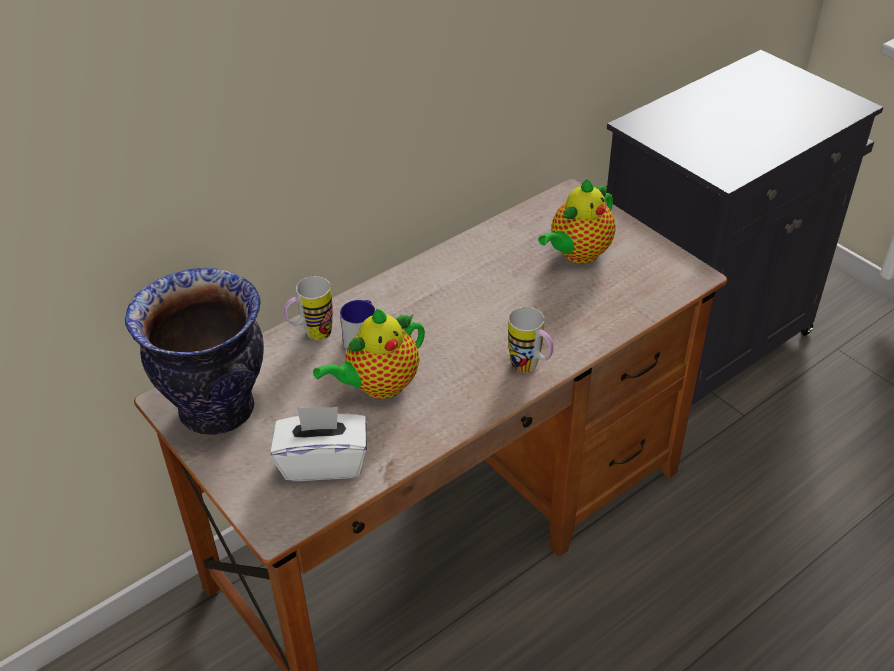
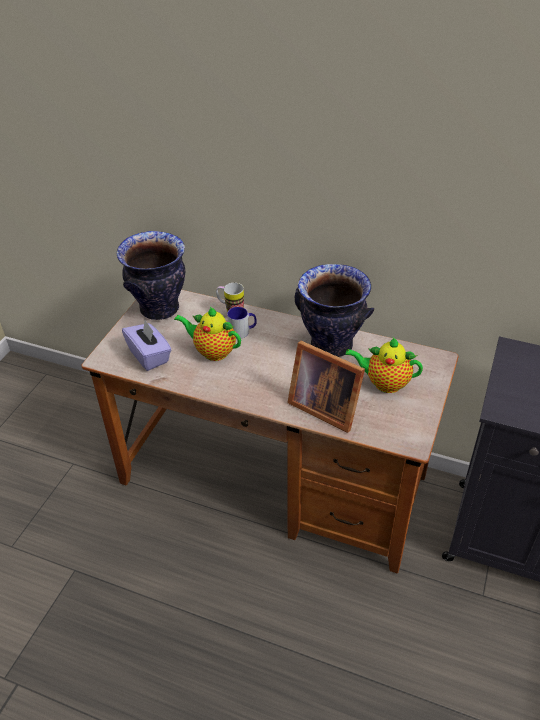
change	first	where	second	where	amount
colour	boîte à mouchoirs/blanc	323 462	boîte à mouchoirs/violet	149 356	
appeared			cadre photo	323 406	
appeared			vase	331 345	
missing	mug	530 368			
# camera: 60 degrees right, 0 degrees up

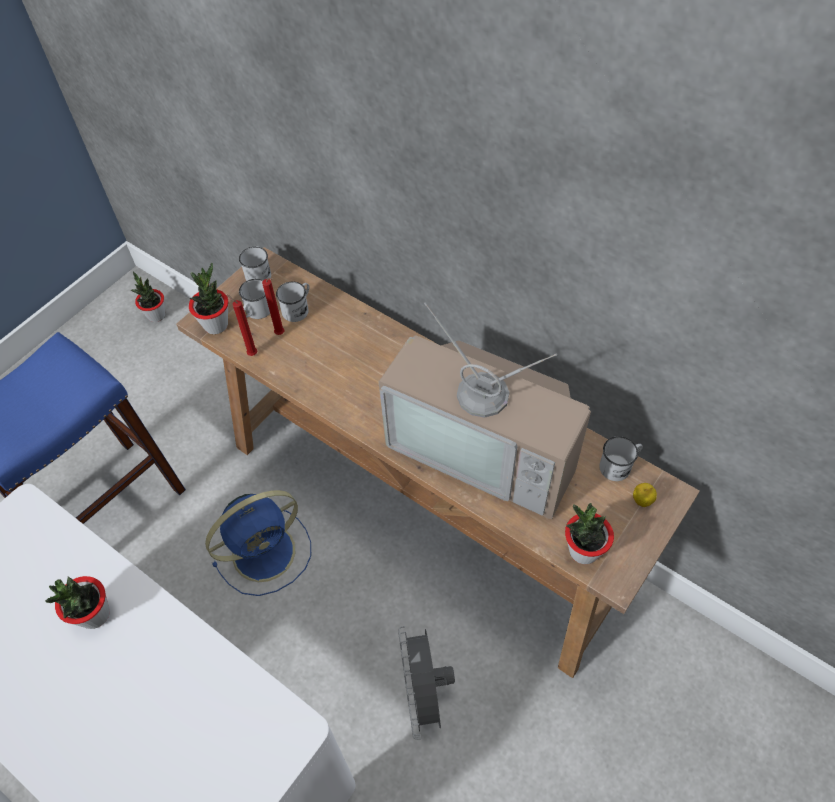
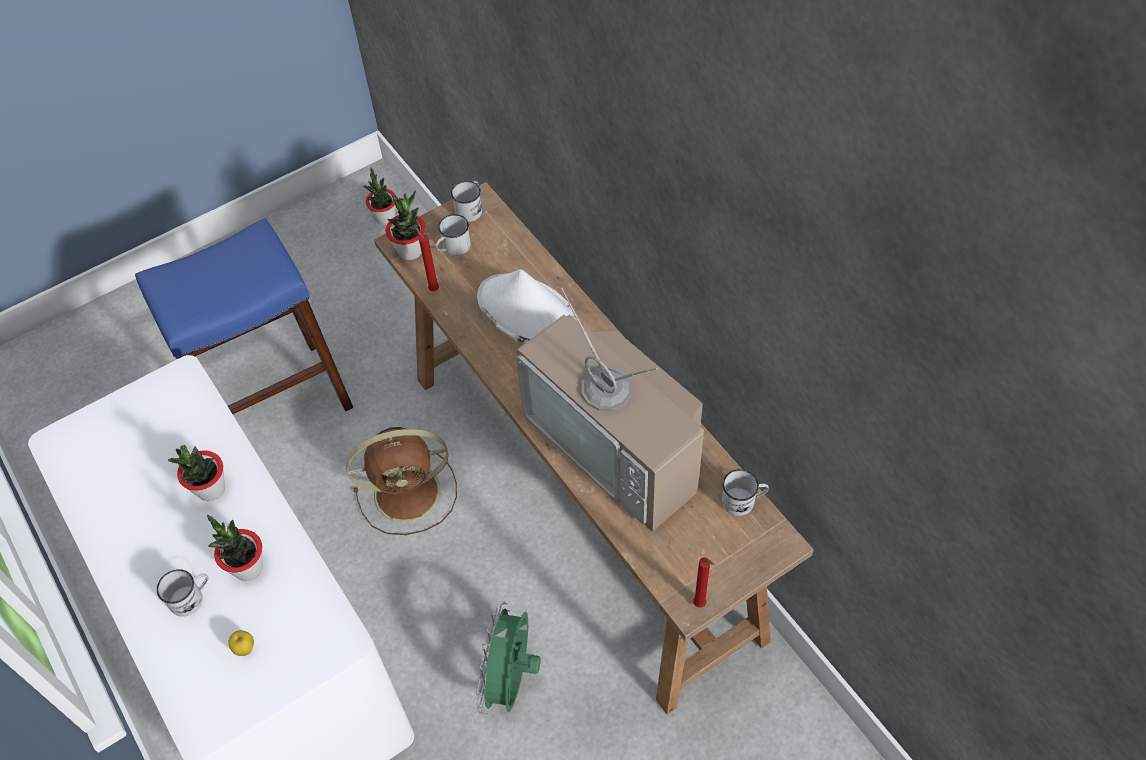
change	first	where	second	where	amount
relocated	mug/blanc	298 309		191 598	
relocated	plante en pot	583 551		248 568	
relocated	pomme	642 501		245 648	
colour	ventilateur/bleu	266 550	ventilateur/marron	410 492	
colour	ventilateur/gris	424 694	ventilateur/vert	511 680	
appeared			chapeau/blanc	527 313	
relocated	bougie/rouge	281 334		701 605	
# camera: 20 degrees right, 0 degrees up

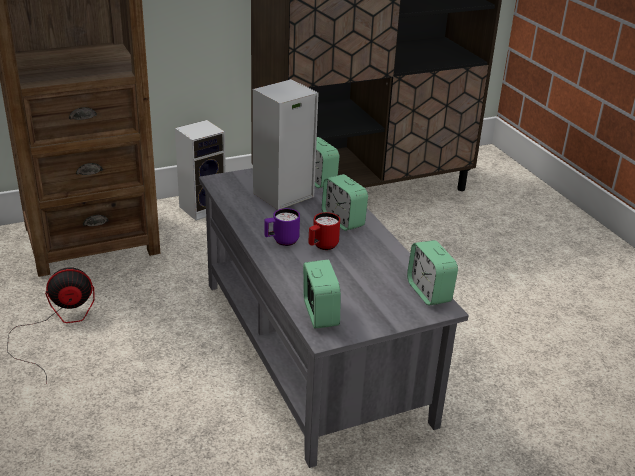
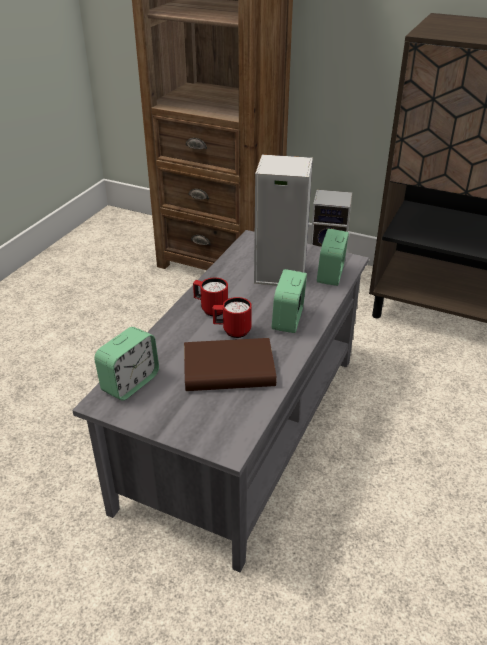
change	first	where	second	where	amount
appeared			livre/marron	229 370	
colour	mug/violet	281 241	mug/rouge	210 309	
missing	ventilateur	57 325			
missing	réveil	429 292			
# camera: 50 degrees right, 5 degrees up

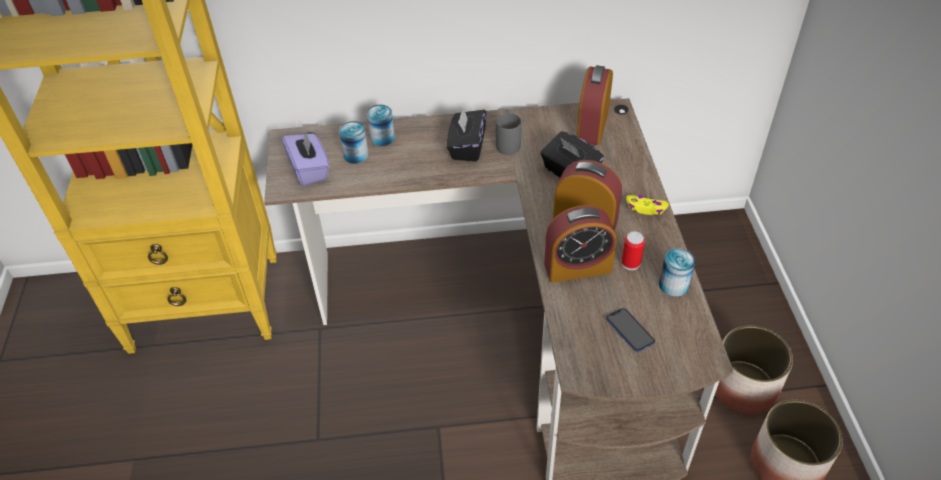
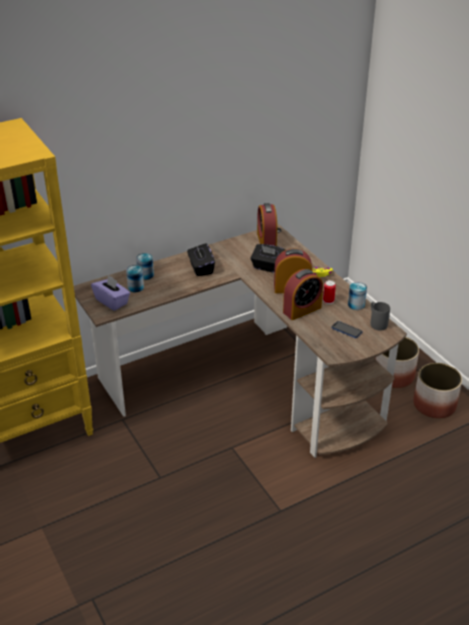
change	first	where	second	where	amount
relocated	mug/gris	508 142		376 323	
# camera: 25 degrees left, 10 degrees down

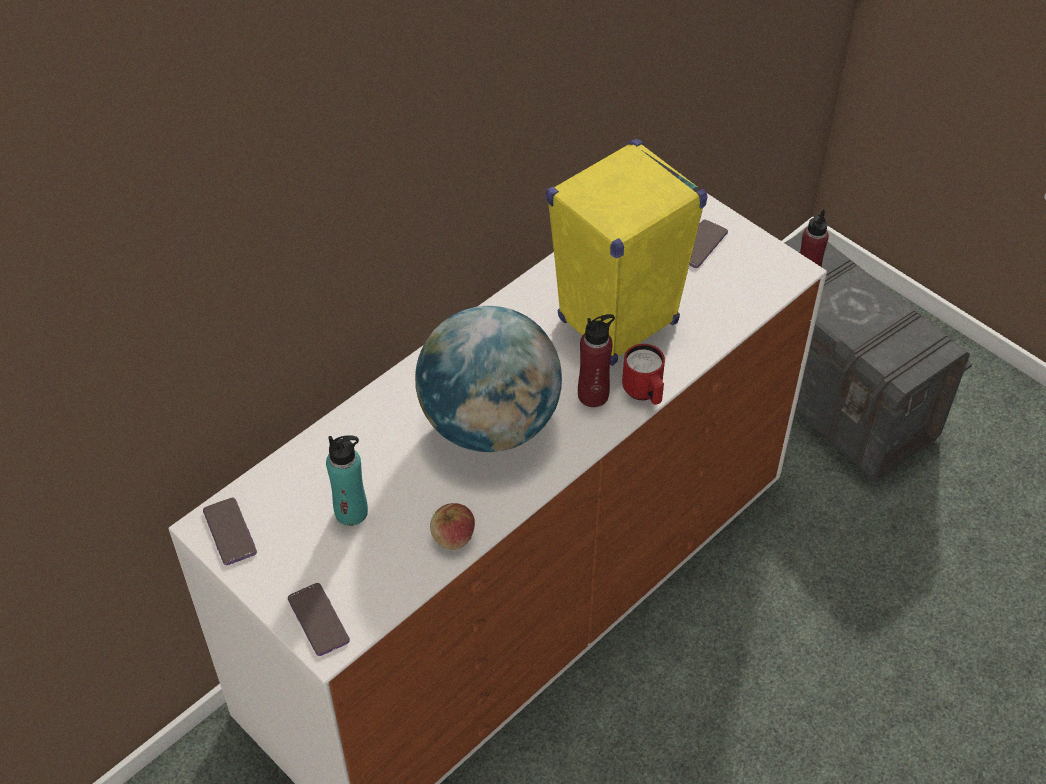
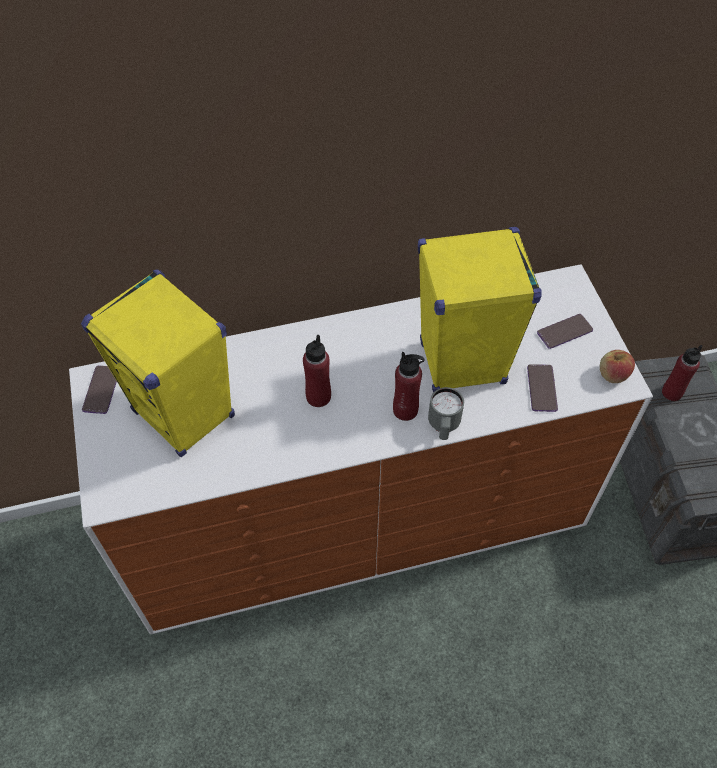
change	first	where	second	where	amount
exchanged	bouteille/turquoise	351 512	enceinte/jaune	184 414	
exchanged	globe	489 424	bouteille/rouge	318 397	
colour	mug/rouge	644 393	mug/gris	443 426	
relocated	téléphone	318 620		542 388	
relocated	pomme	453 537		613 374	
# camera: 30 degrees right, 5 degrees up

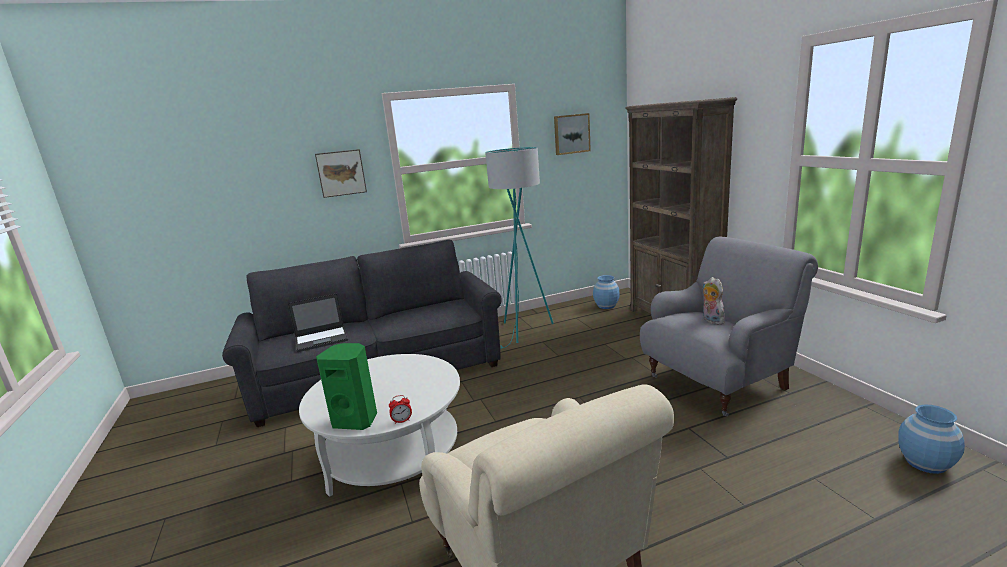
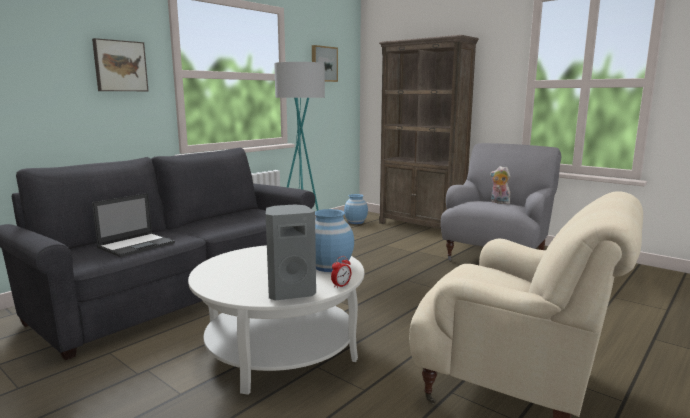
change	first	where	second	where	amount
colour	enceinte/vert	356 420	enceinte/gris	290 292	
relocated	vase/bleu	925 463		330 266	
# camera: 30 degrees left, 5 degrees down

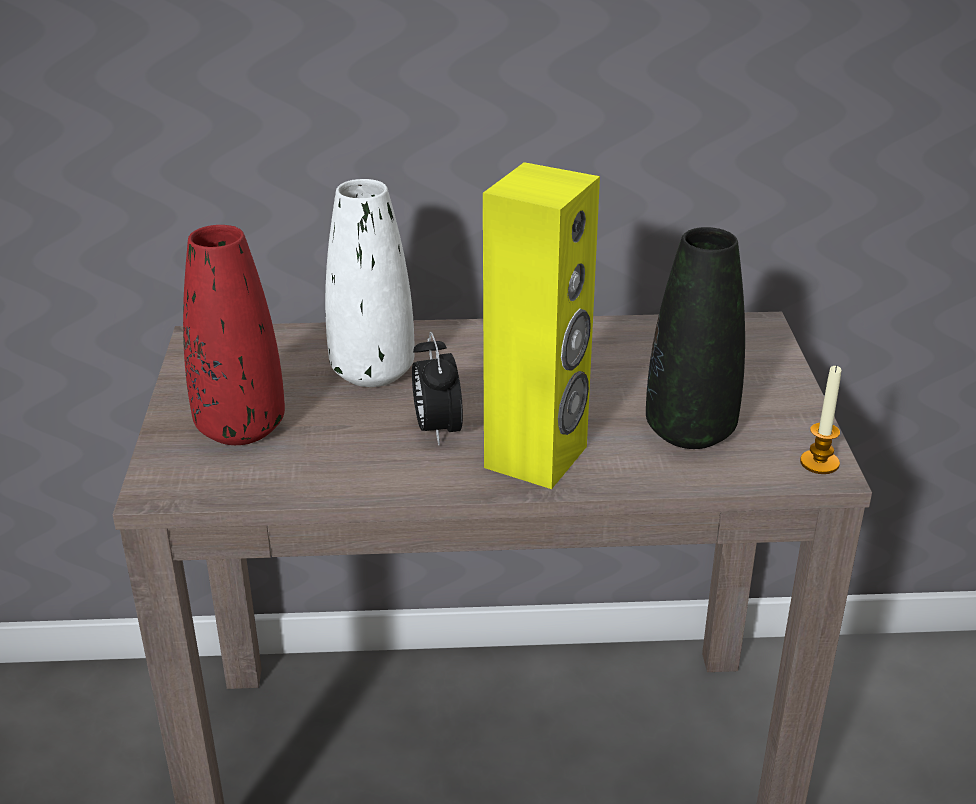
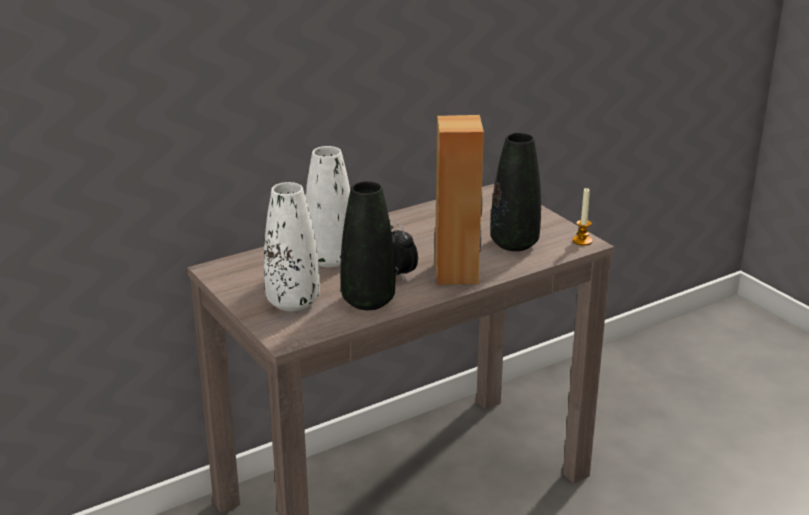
change	first	where	second	where	amount
colour	vase/rouge	241 428	vase/blanc	293 302	
appeared			vase/noir	368 301	
colour	enceinte/jaune	537 457	enceinte/marron	457 273	
# camera: 30 degrees left, 5 degrees down

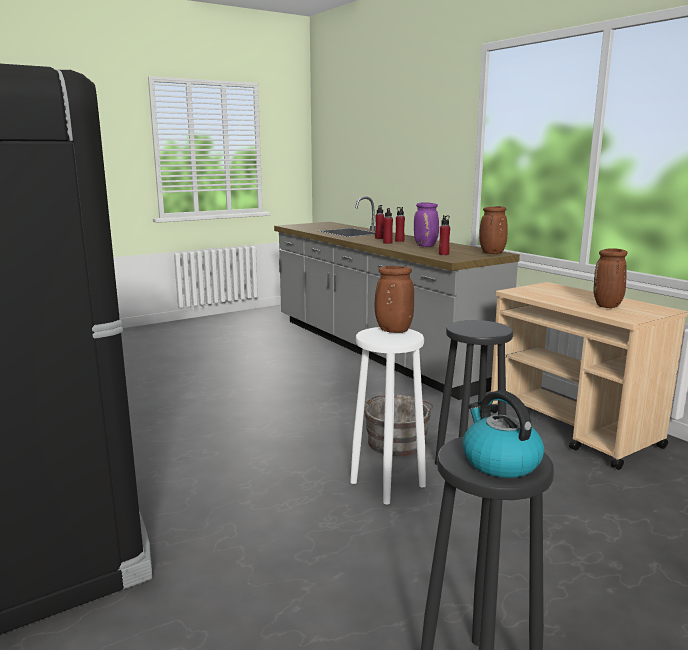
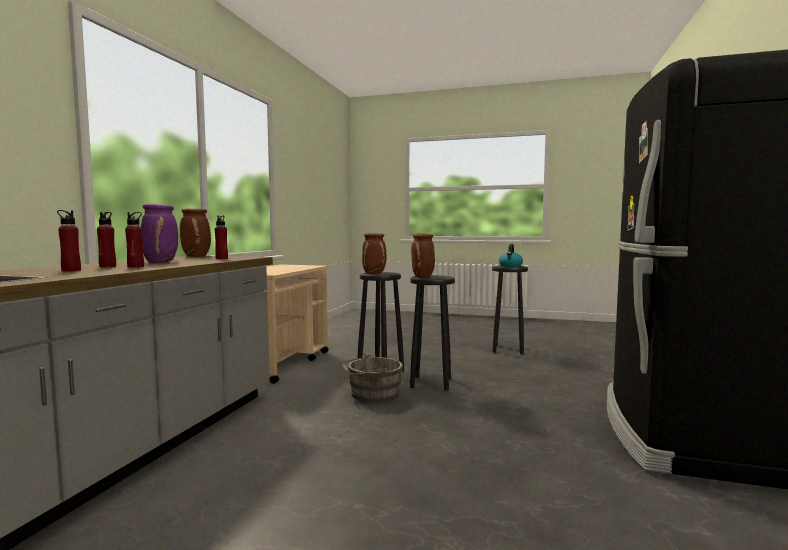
change	first	where	second	where	amount
relocated	vase/marron	607 306		374 273	
colour	tabouret/blanc	387 484	tabouret/noir	431 383	
# camera: 130 degrees left, 10 degrees down

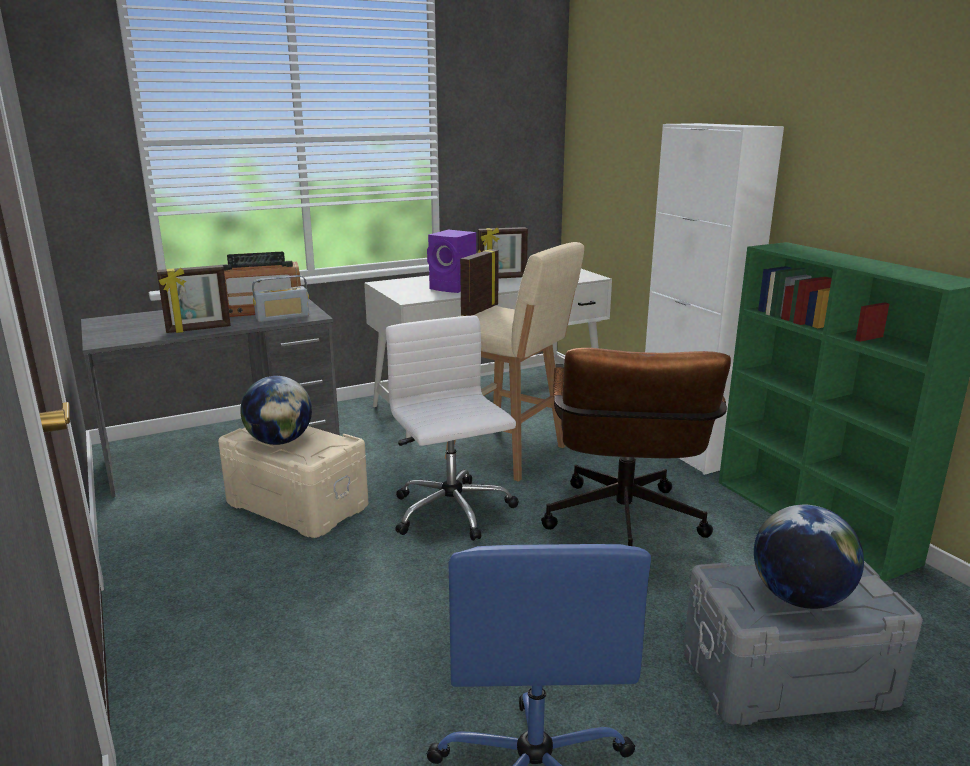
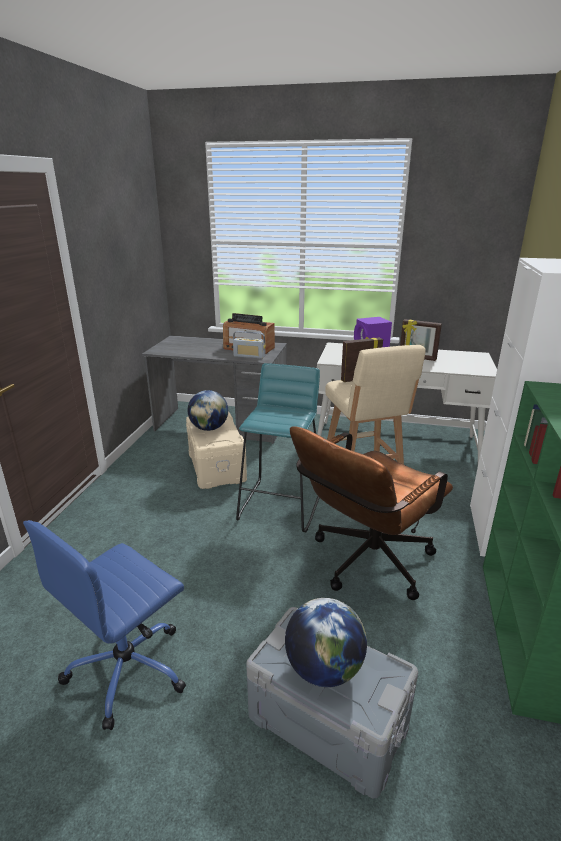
change	first	where	second	where	amount
exchanged	chaise de bureau/blanc	452 512	tabouret/turquoise	281 505	
missing	cadre photo	198 329			
# camera: 40 degrees right, 5 degrees up

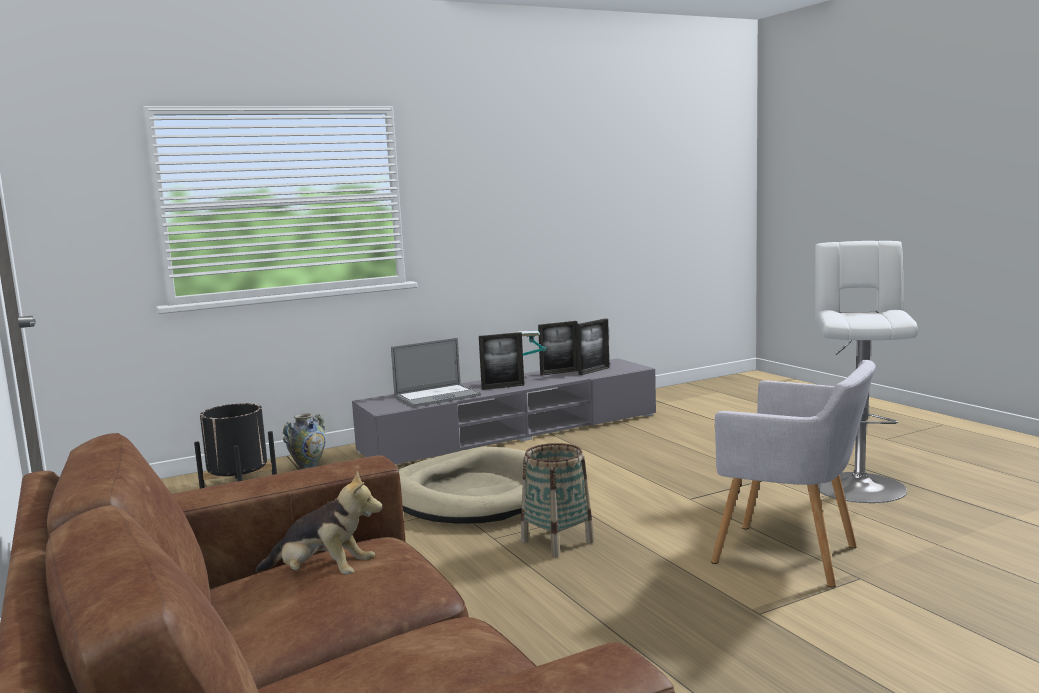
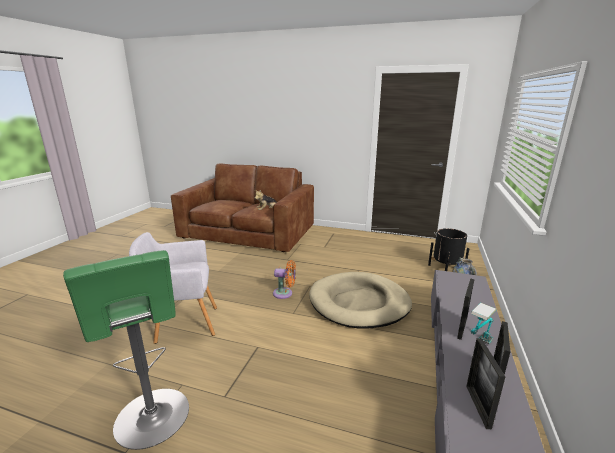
change	first	where	second	where	amount
colour	tabouret/blanc	858 485	tabouret/vert	153 420	
exchanged	panier	557 542	ventilateur/orange	285 293	
missing	ordinateur portable	437 396			
# camera: 135 degrees right, 10 degrees up

